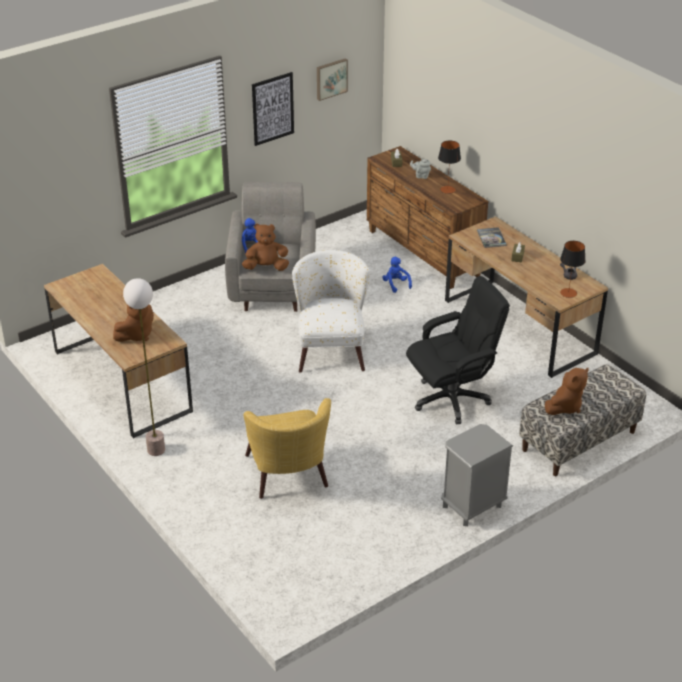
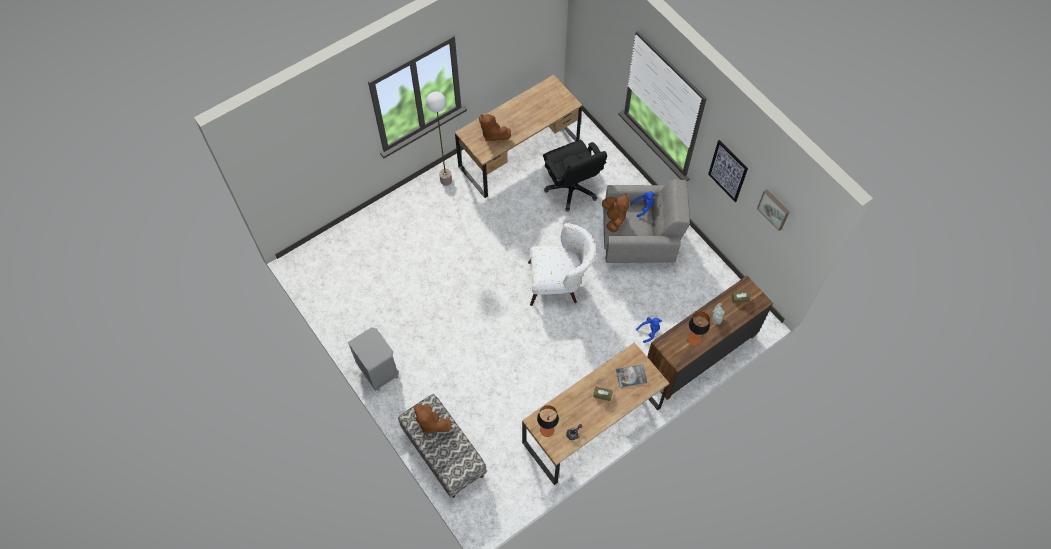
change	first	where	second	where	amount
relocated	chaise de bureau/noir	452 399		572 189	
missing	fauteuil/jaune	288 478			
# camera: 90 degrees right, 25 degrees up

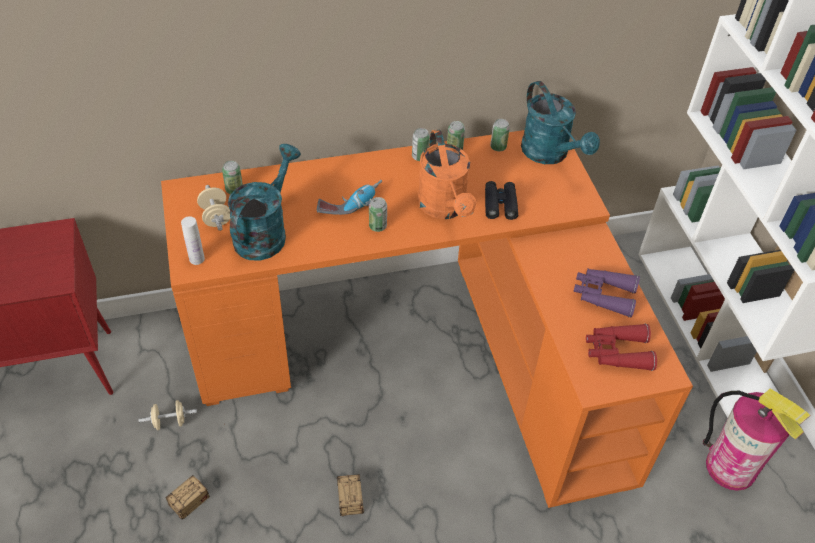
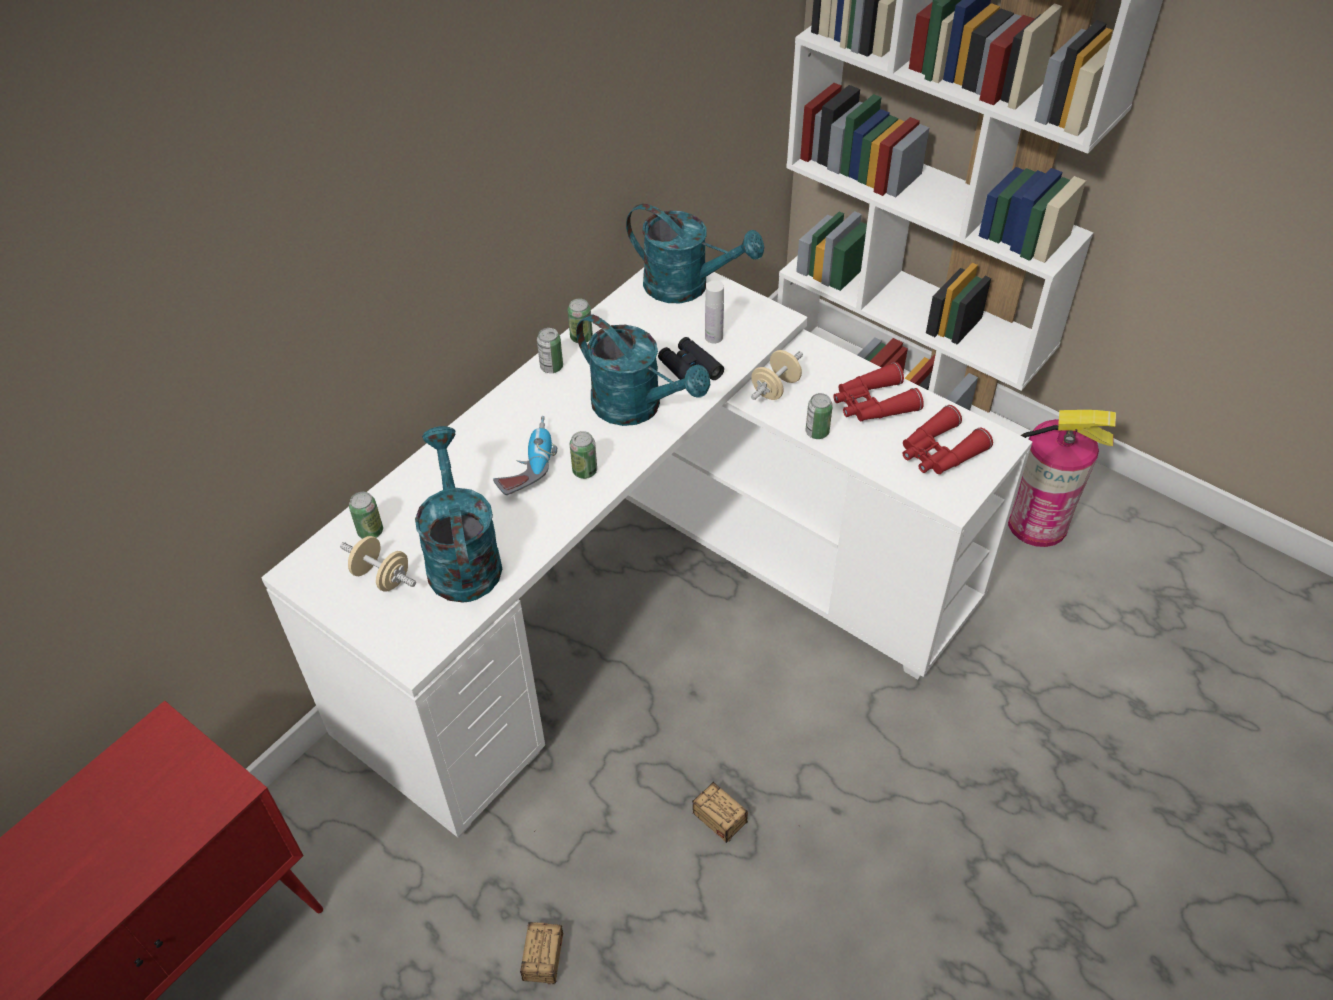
change	first	where	second	where	amount
colour	bureau/orange	427 350	bureau/blanc	652 602	
colour	arrosoir/orange	445 208	arrosoir/turquoise	637 407	
relocated	bouteille/blanc	197 259		713 337	
relocated	haltère/beige	170 422		775 388	
relocated	boîte métallique	498 147		817 432	
colour	jumelles/violet	603 295	jumelles/rouge	873 404	
# camera: 35 degrees left, 0 degrees up

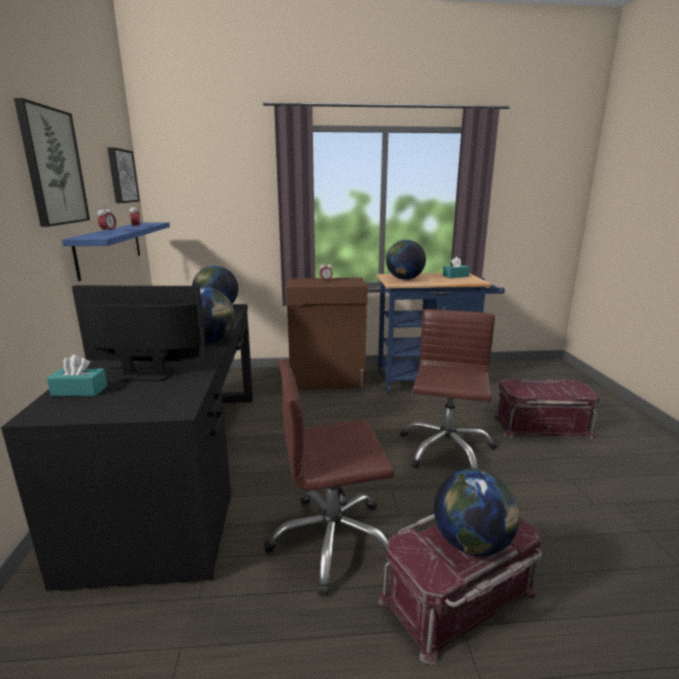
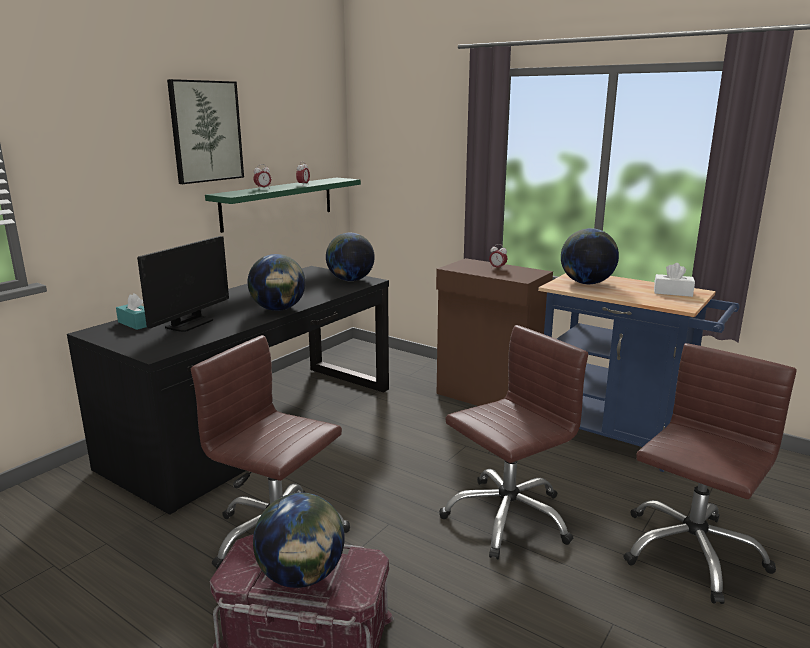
change	first	where	second	where	amount
spun	écran d'ordinateur	146 374		189 323	75 degrees clockwise
colour	étagère/bleu	110 248	étagère/vert	278 203	
exchanged	boîte de rangement/rouge	541 425	chaise de bureau/marron	690 551	
colour	boîte à mouchoirs/turquoise	455 276	boîte à mouchoirs/blanc	672 292	
missing	tableau	121 176			
# camera: 40 degrees right, 0 degrees up

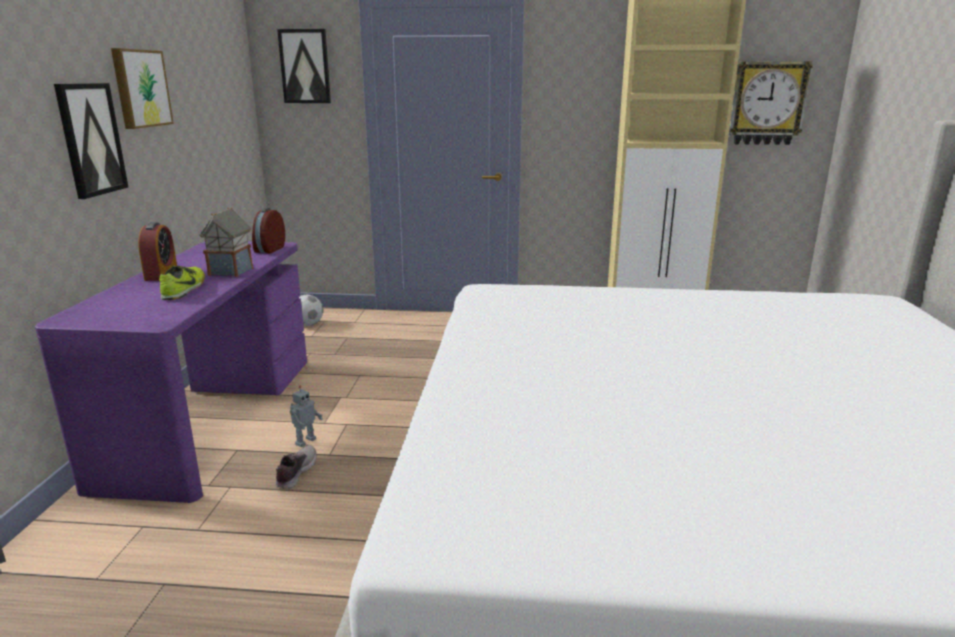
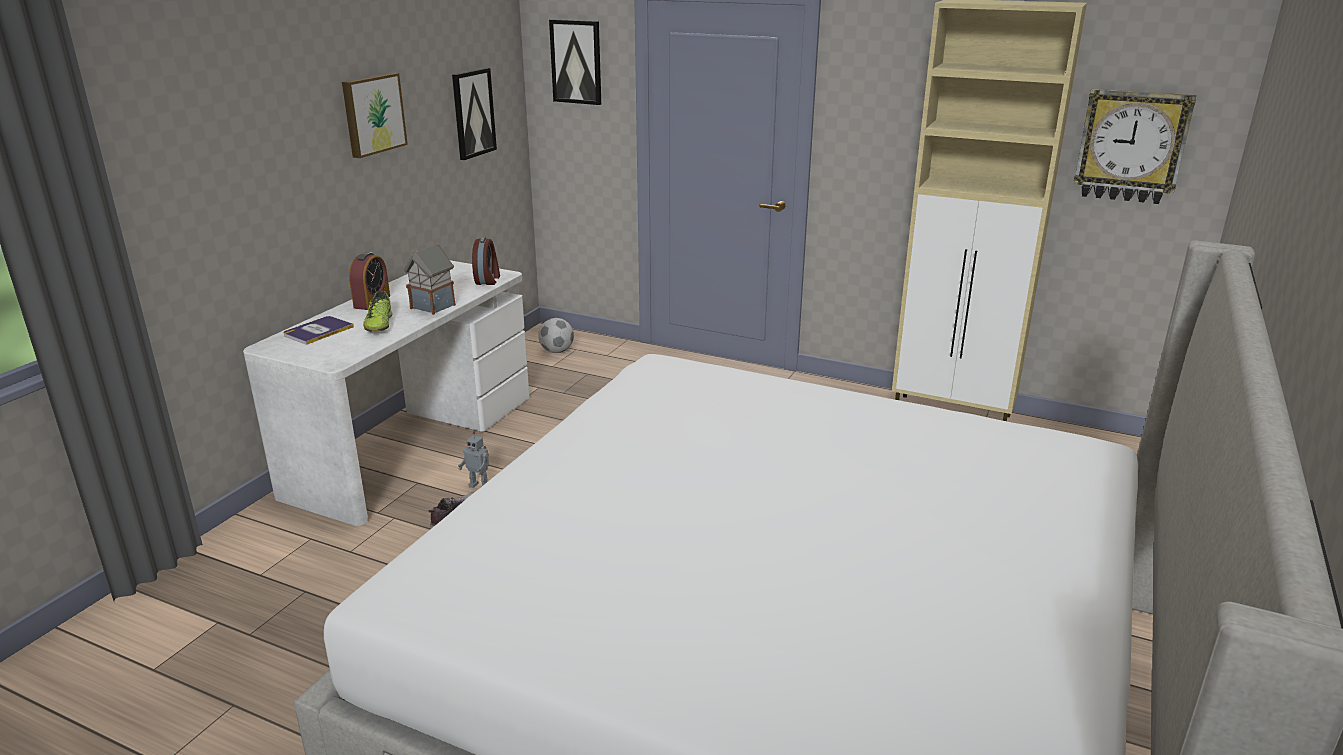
change	first	where	second	where	amount
colour	bureau/violet	212 416	bureau/blanc	413 444	
appeared			livre	318 331	
spun	chaussure	185 289		379 325	150 degrees clockwise
relocated	tableau	91 139		473 113	
spun	robot jouet	305 441		480 486	60 degrees clockwise
spun	réveil	269 249		488 280	150 degrees clockwise
# camera: 20 degrees right, 5 degrees up

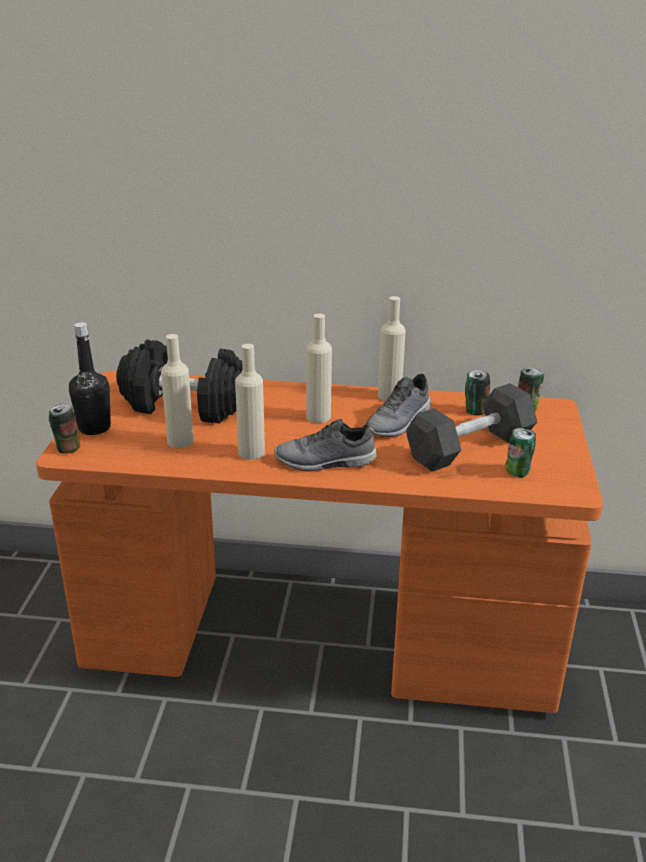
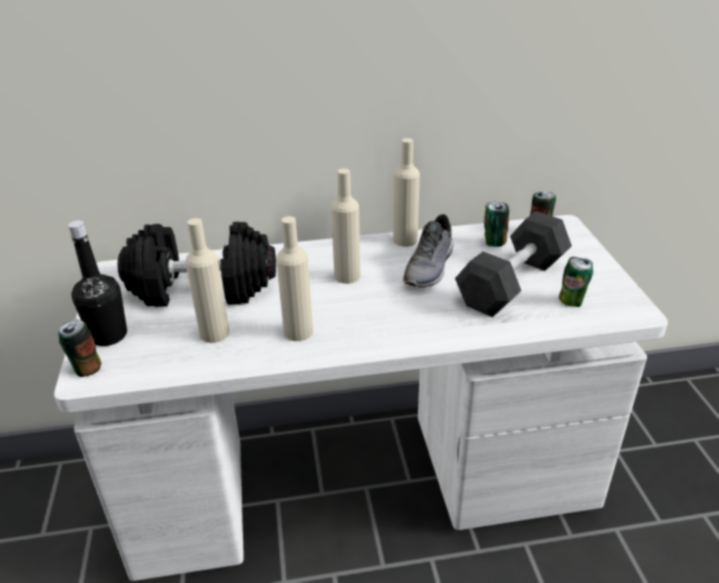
change	first	where	second	where	amount
colour	bureau/orange	320 640	bureau/blanc	363 484	
missing	chaussure/gris	325 462			
# camera: 15 degrees left, 5 degrees up

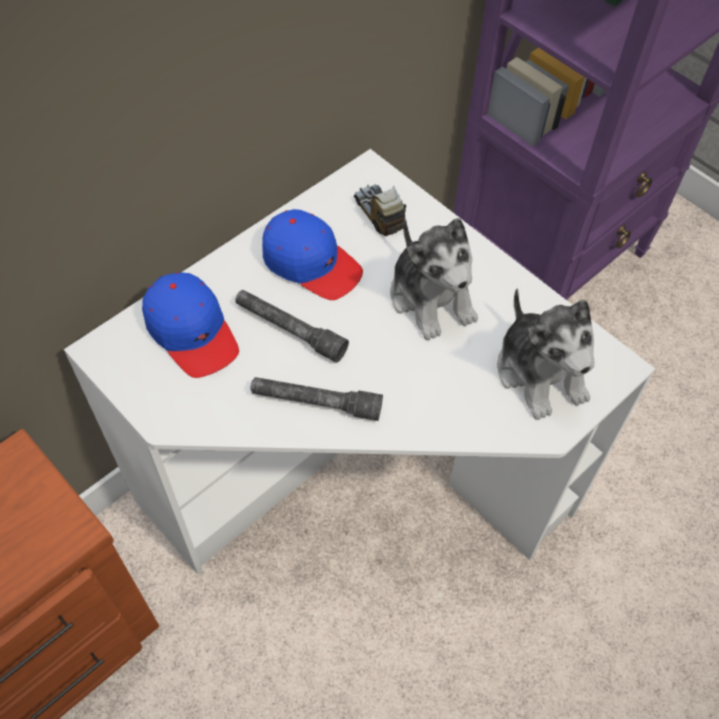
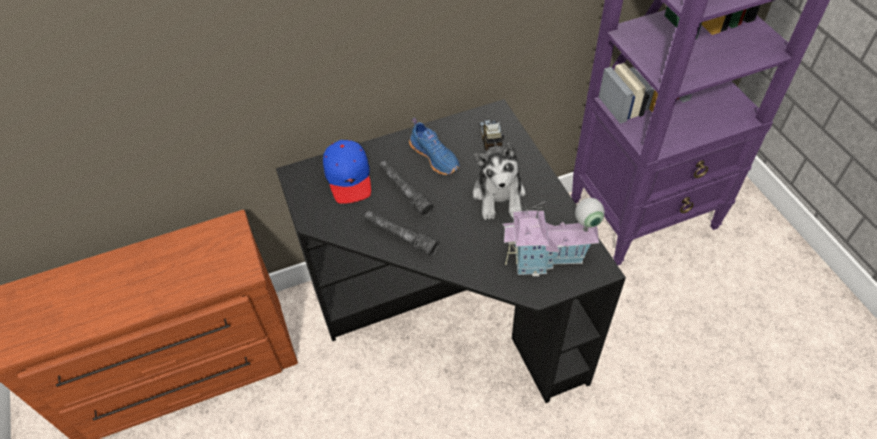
change	first	where	second	where	amount
colour	bureau/blanc	353 476	bureau/noir	451 313	
exchanged	casquette/bleu	311 263	chaussure/bleu	435 157	
exchanged	peluche	540 372	maison miniature	547 258	
# camera: 25 degrees right, 5 degrees down

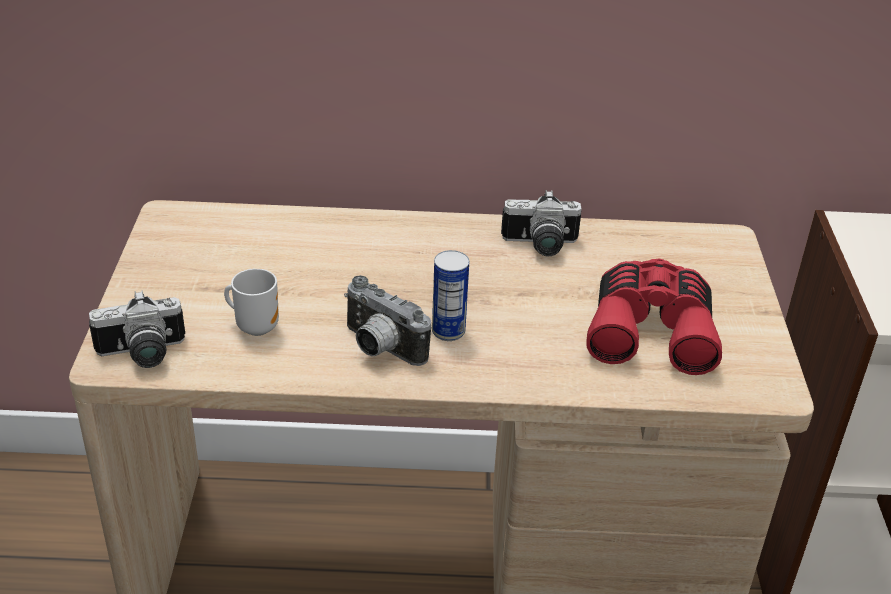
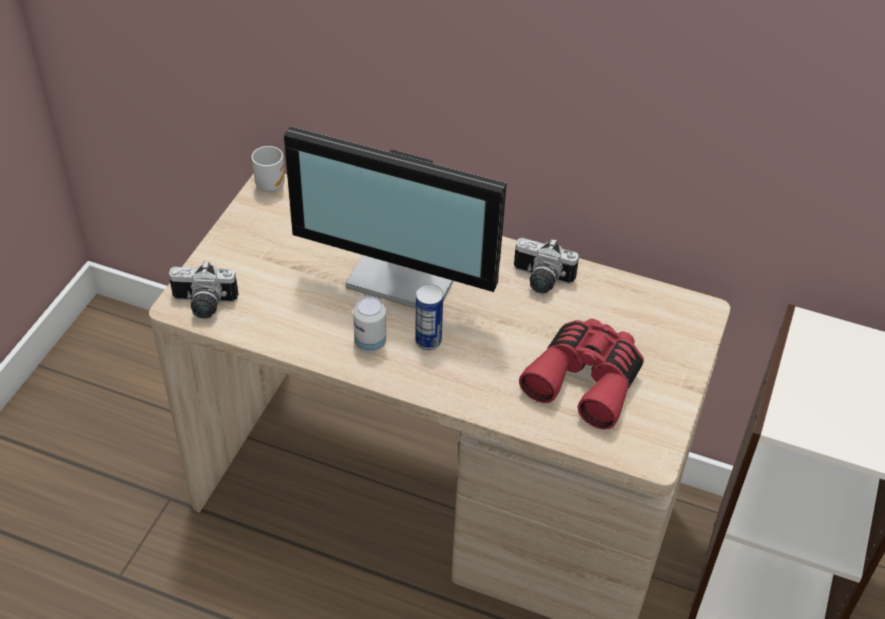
change	first	where	second	where	amount
relocated	mug	255 326		270 185	
appeared			écran d'ordinateur	408 273	
exchanged	appareil photo	379 348	boîte métallique	370 342	
# camera: 20 degrees right, 10 degrees up

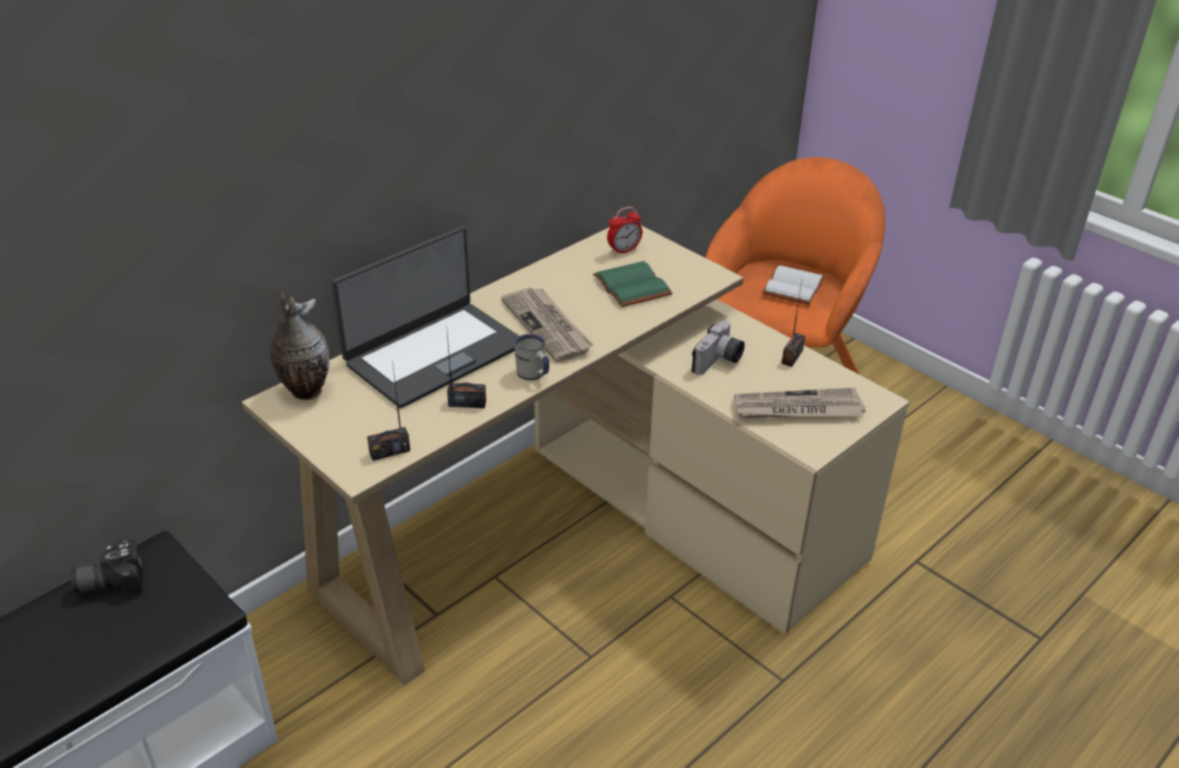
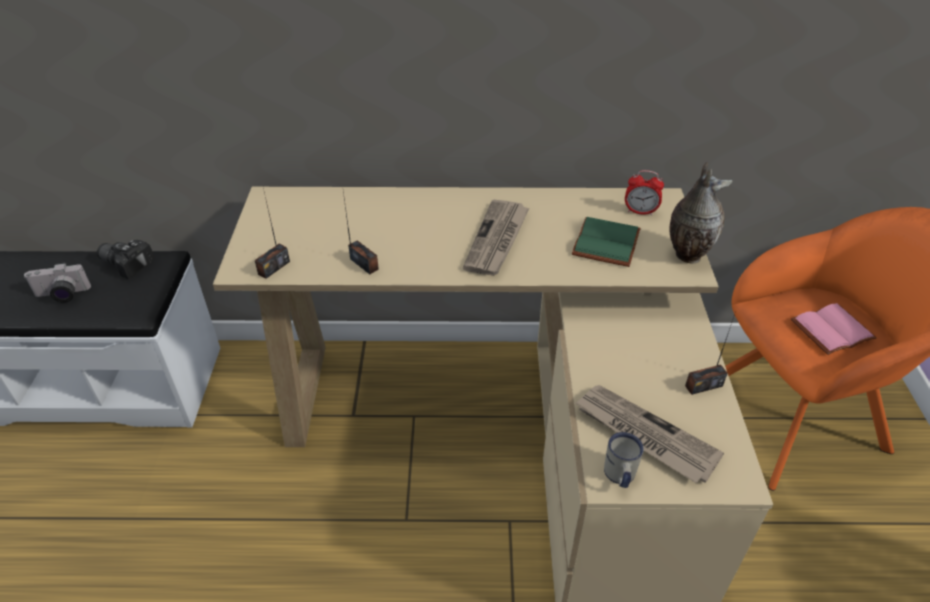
change	first	where	second	where	amount
relocated	appareil photo	719 362		61 295	
spun	radio	389 451		274 268	75 degrees counterclockwise
relocated	mug/blanc	533 375		619 477	
relocated	vase	304 391		686 254	
colour	livre/blanc	792 286	livre/rose	831 329	
missing	ordinateur portable	434 353			
# camera: 45 degrees right, 5 degrees up

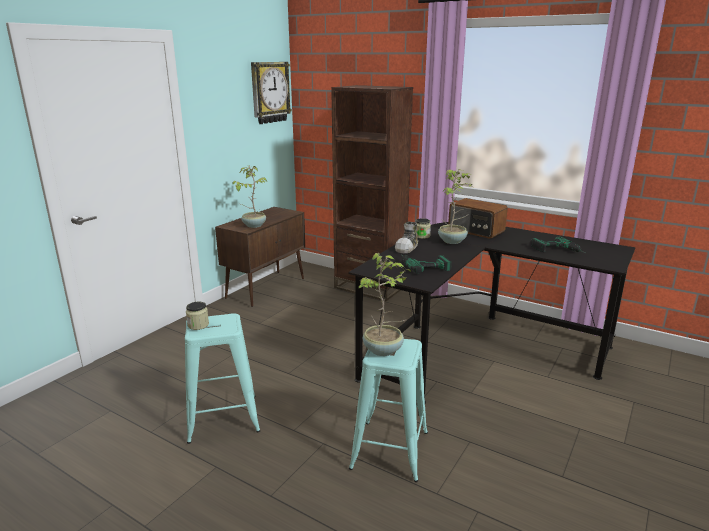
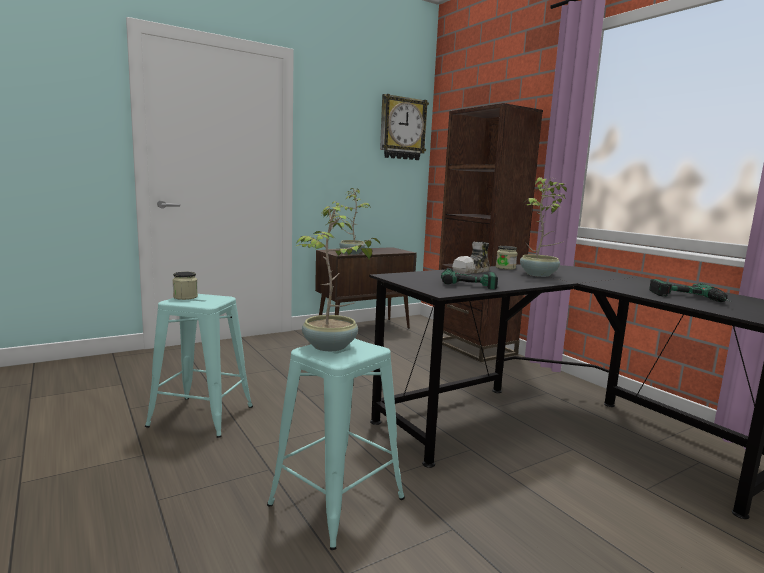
change	first	where	second	where	amount
missing	radio	476 230			
# camera: 25 degrees right, 10 degrees down

